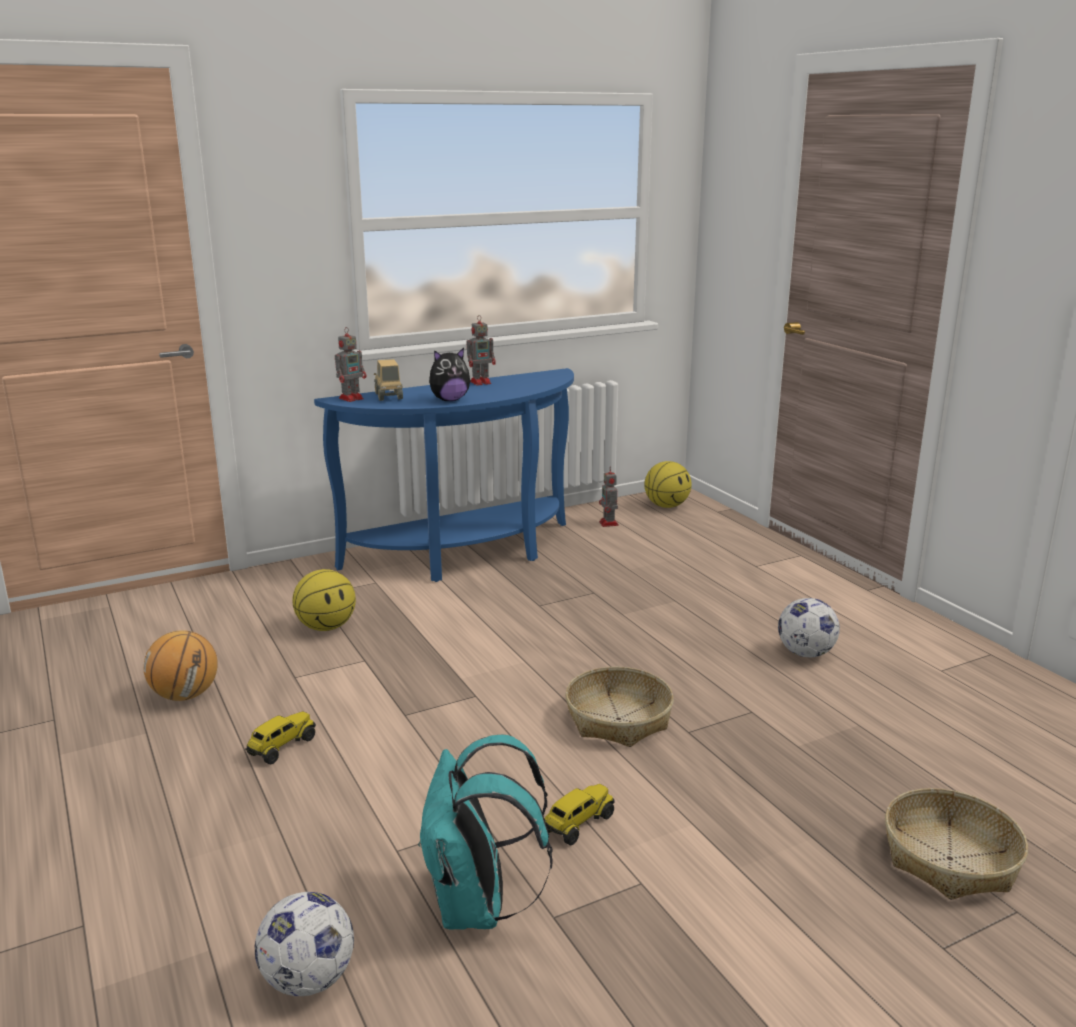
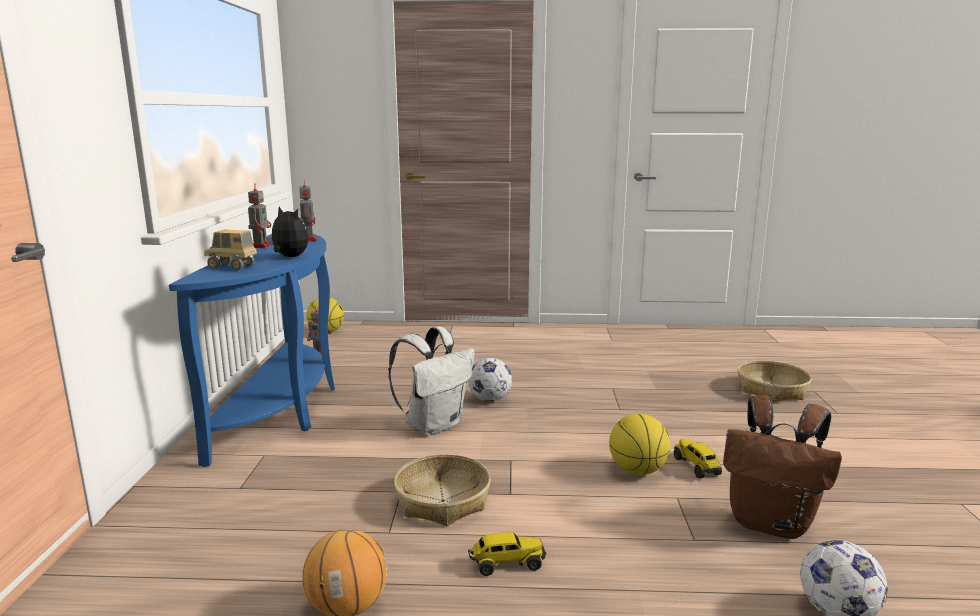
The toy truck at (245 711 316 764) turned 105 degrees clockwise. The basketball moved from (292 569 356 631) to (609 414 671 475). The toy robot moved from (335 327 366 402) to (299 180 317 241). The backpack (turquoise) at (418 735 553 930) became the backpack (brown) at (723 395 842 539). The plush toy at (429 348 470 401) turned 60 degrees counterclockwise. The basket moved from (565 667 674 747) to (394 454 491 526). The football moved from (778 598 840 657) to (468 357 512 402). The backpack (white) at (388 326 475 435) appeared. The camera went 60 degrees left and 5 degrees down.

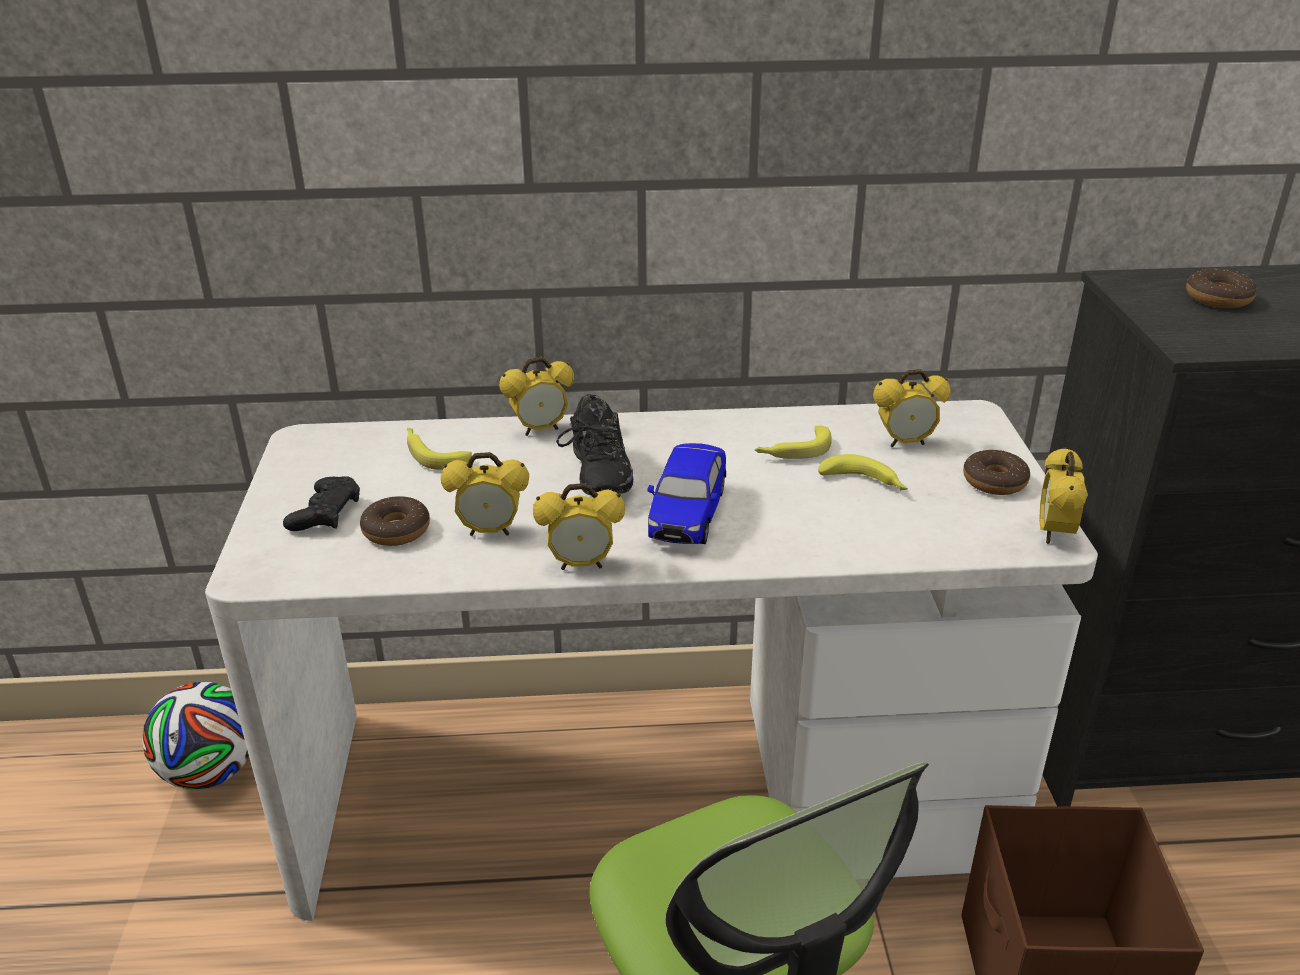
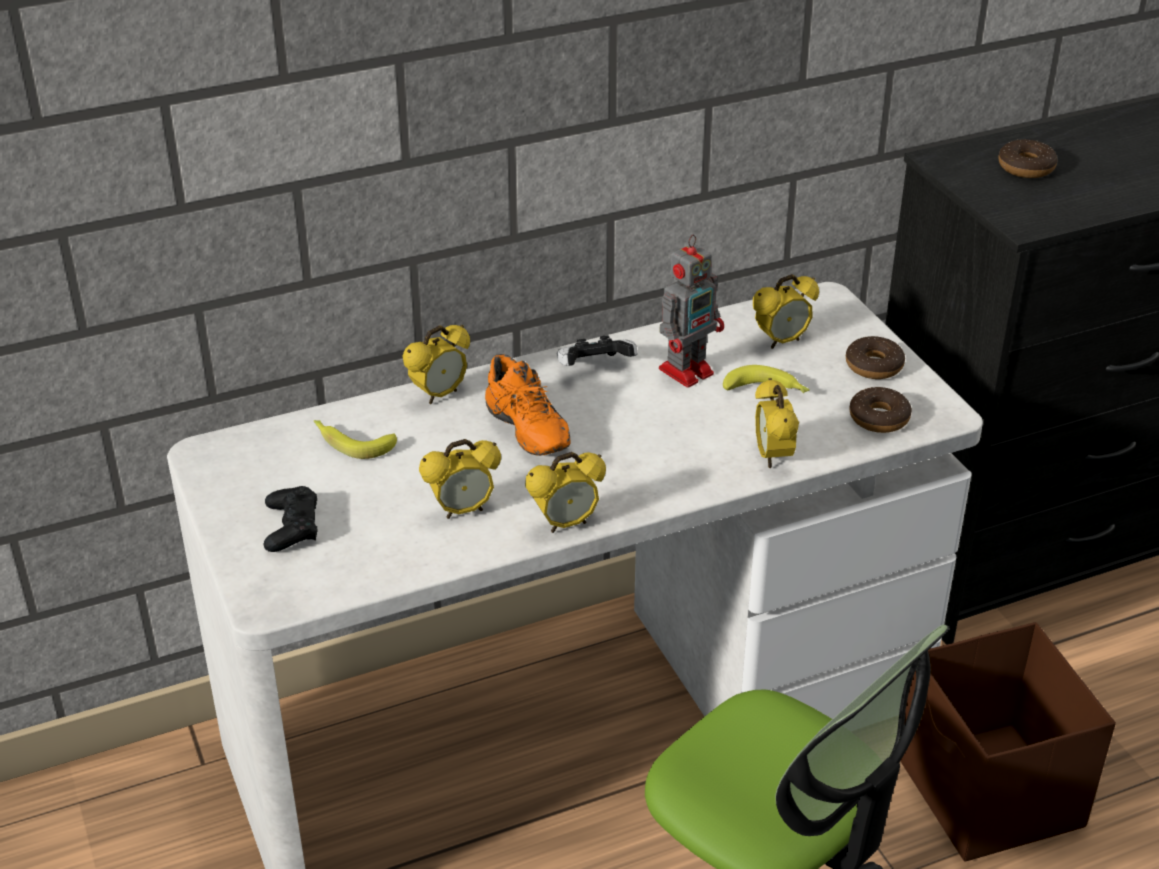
The football at (142 682 249 790) disappeared. The donut moved from (360 496 430 546) to (849 387 912 433). The shoe (black) at (556 394 633 495) became the shoe (orange) at (485 354 571 456). The toy car at (647 443 726 544) disappeared. The banana at (755 426 832 459) was replaced by the toy robot at (659 234 724 388). The alarm clock moved from (1039 447 1088 544) to (755 378 799 468). The game controller at (557 335 637 366) appeared. The camera went 20 degrees left and 5 degrees up.

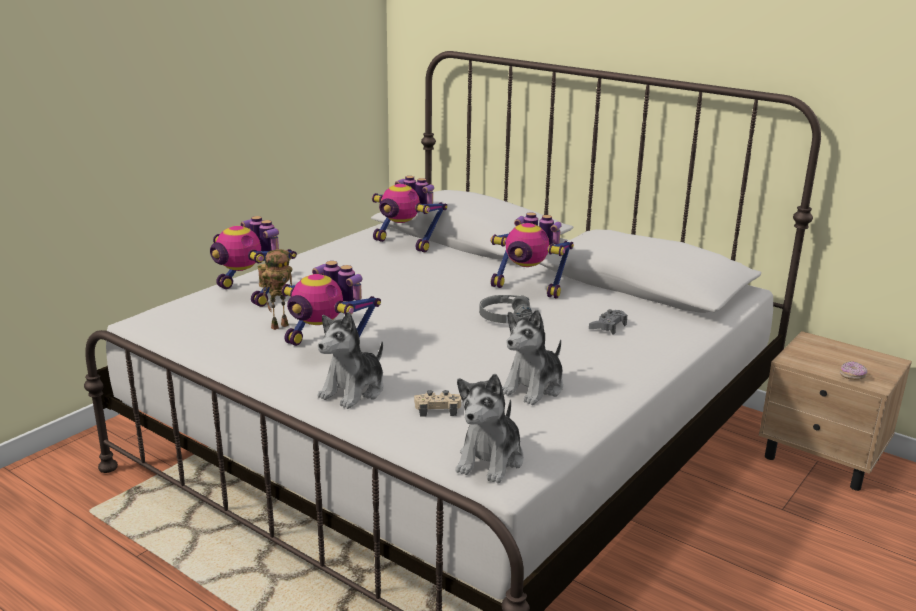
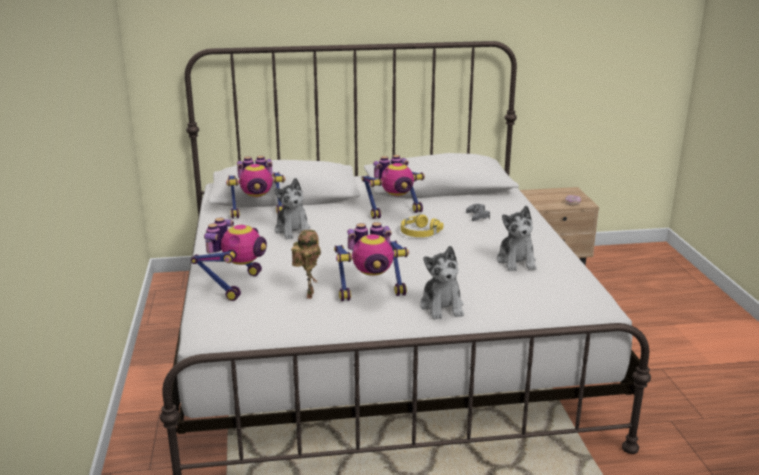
The toy robot at (210 216 297 307) turned 75 degrees counterclockwise. The game controller (beige) at (414 390 461 417) disappeared. The plush toy moved from (455 374 524 483) to (274 178 310 239). The headphones (grey) at (479 295 533 323) became the headphones (yellow) at (401 214 444 237). The camera went 45 degrees left and 0 degrees up.

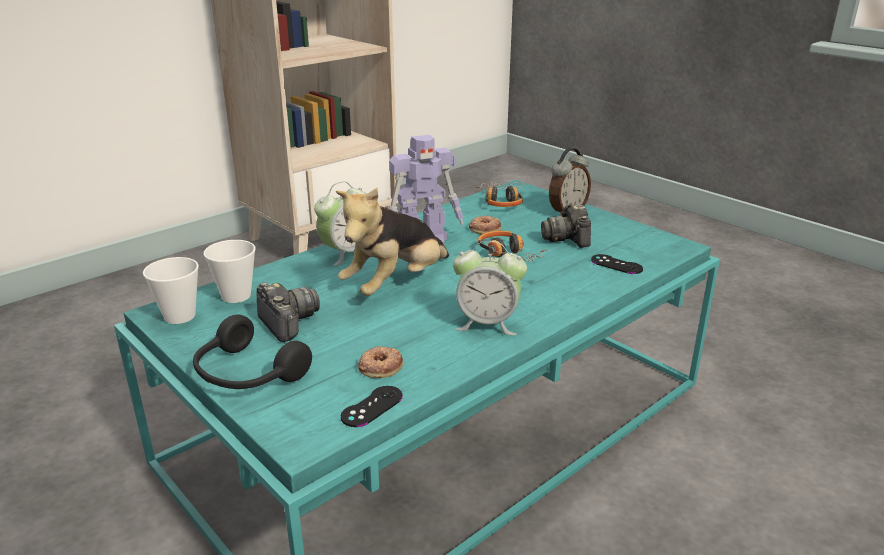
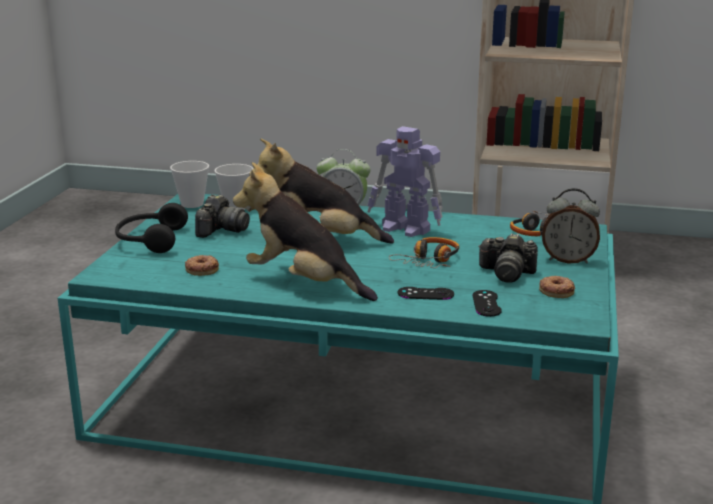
The game controller (black) moved from (341 386 403 427) to (398 287 454 300). The alarm clock at (453 241 527 335) was replaced by the plush toy at (233 162 378 301). The donut moved from (469 215 501 234) to (539 276 575 298). The photo camera at (541 204 591 248) turned 120 degrees counterclockwise. The camera went 55 degrees right and 5 degrees down.

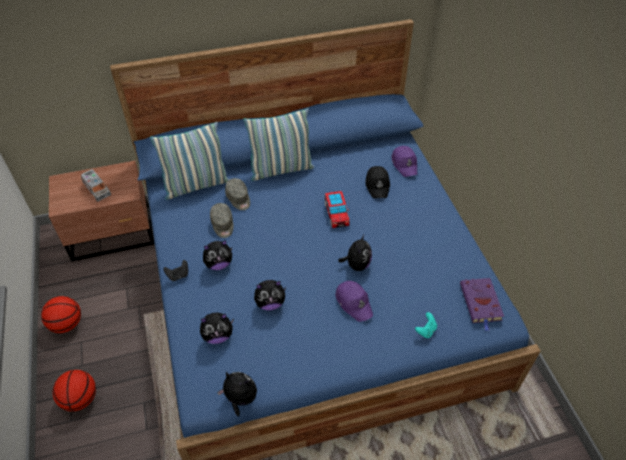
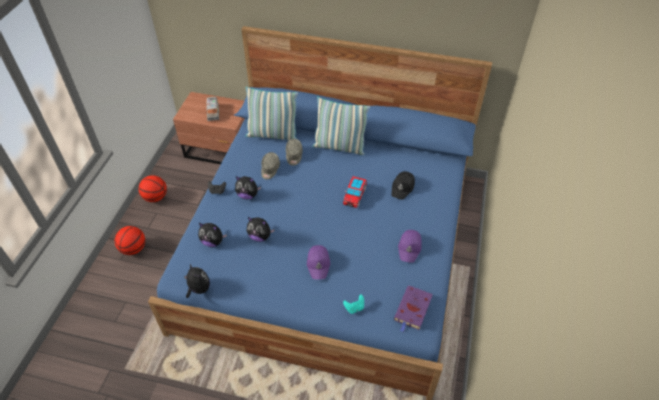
The plush toy at (338 235 372 271) disappeared. The cap (purple) moved from (391 146 417 177) to (398 230 422 263). The camera went 30 degrees right and 0 degrees up.

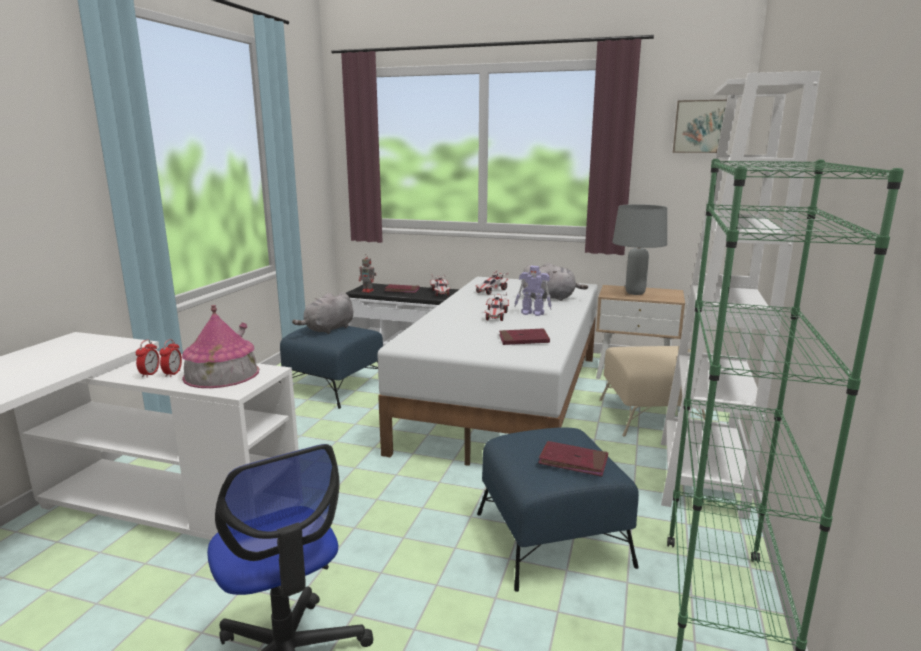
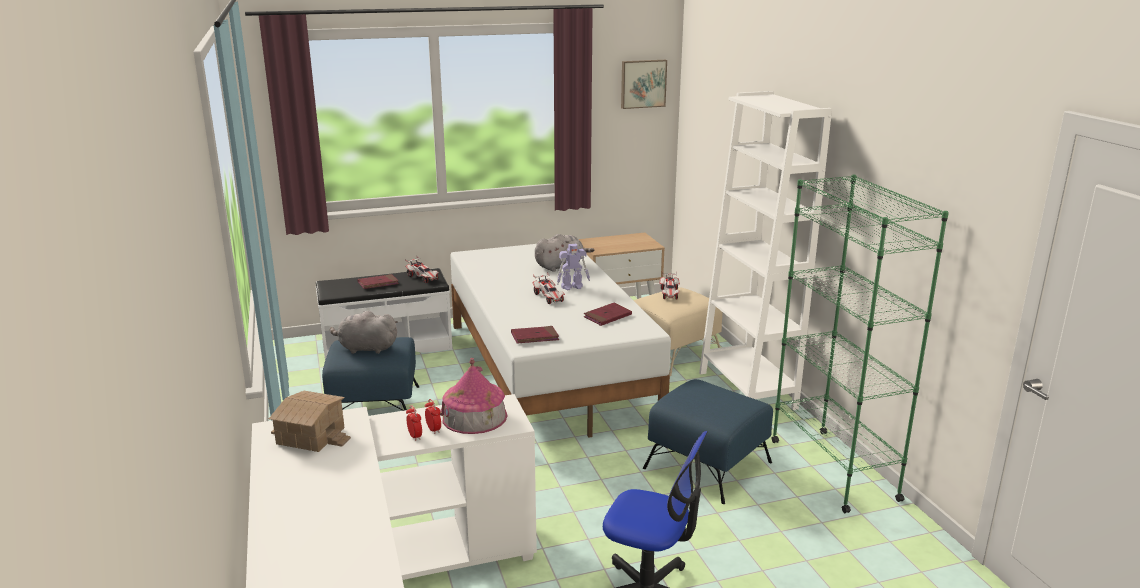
The plush toy (grey) at (292 292 353 334) turned 90 degrees clockwise. The toy robot at (359 255 376 293) disappeared. The toy car moved from (476 271 509 295) to (660 271 680 300). The book (red) moved from (538 441 608 477) to (511 326 559 343). The table lamp (grey) at (612 204 667 295) disappeared. The toy house at (269 391 351 452) appeared. The camera went 35 degrees left and 5 degrees up.

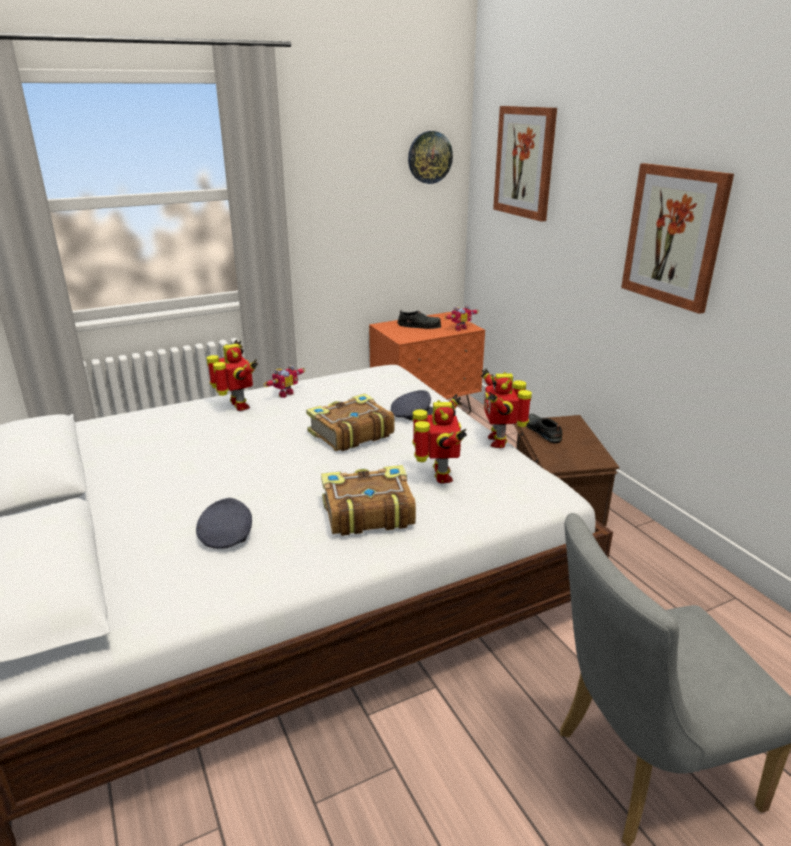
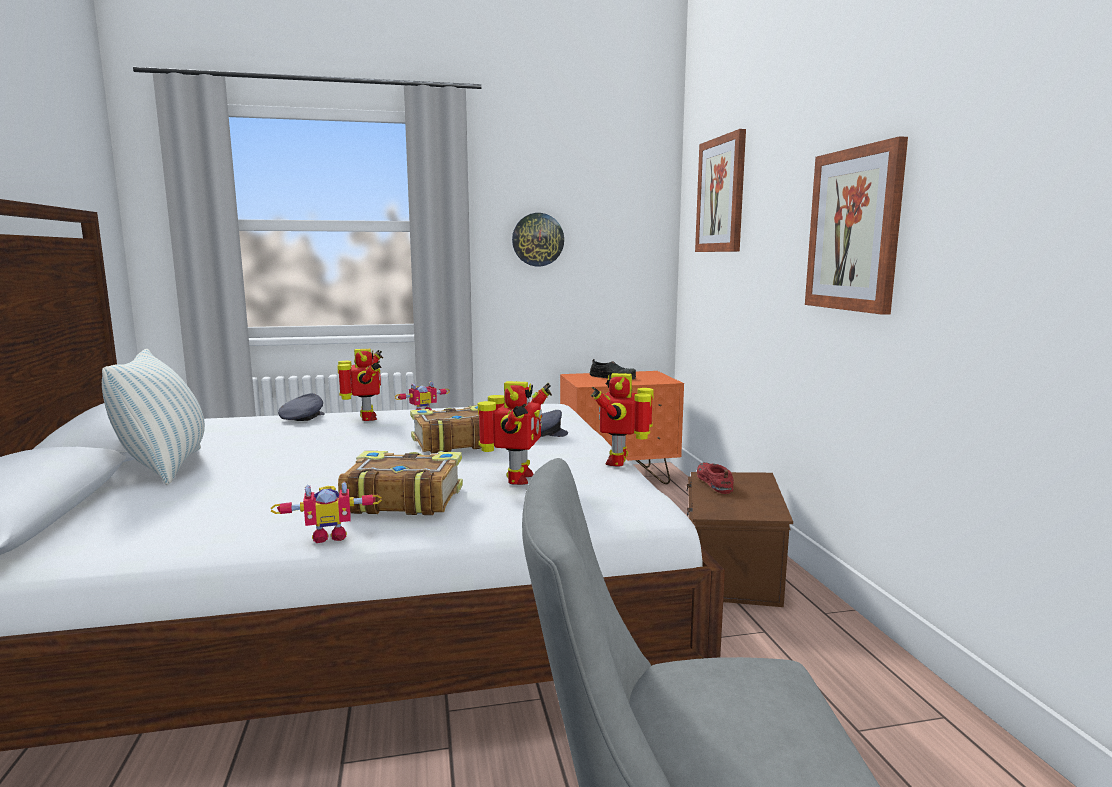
The cap (grey) moved from (196 498 252 549) to (278 393 325 421). The wall clock moved from (408 131 453 184) to (512 213 564 266). The toy robot moved from (444 305 479 331) to (270 481 382 543). The shoe (black) at (526 413 563 444) became the shoe (red) at (697 462 734 494). The pillow at (102 349 205 485) appeared. The camera went 15 degrees right and 15 degrees down.

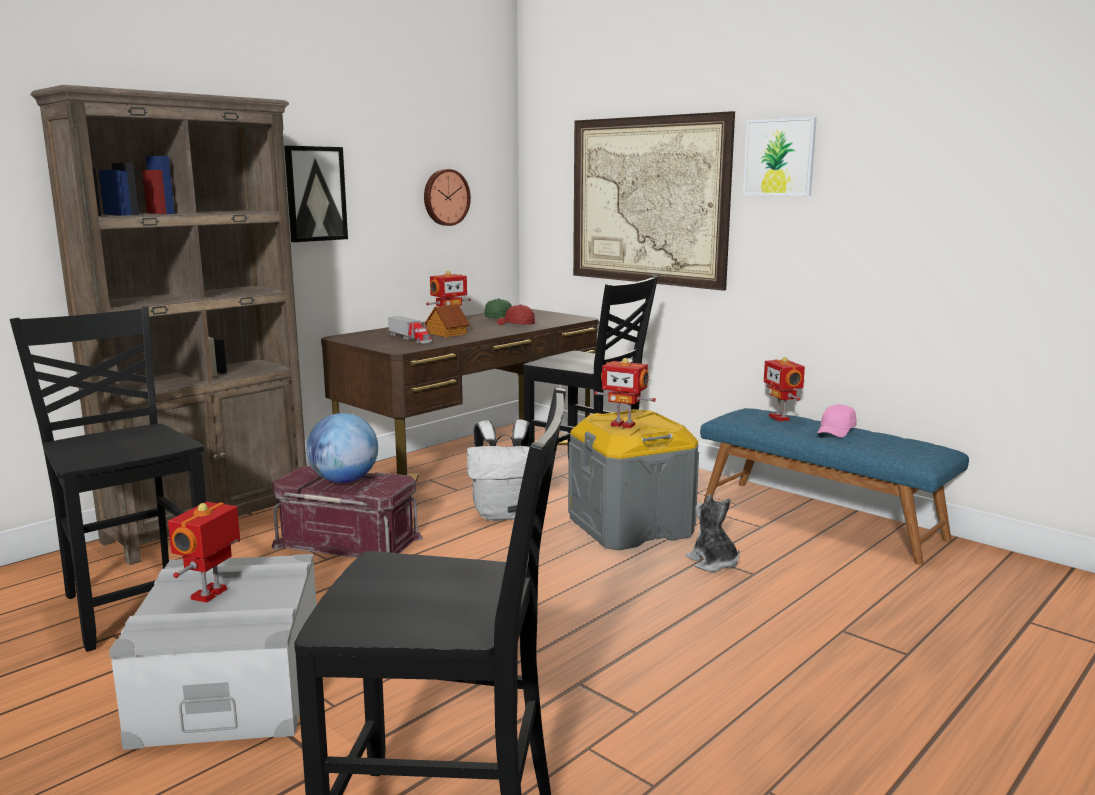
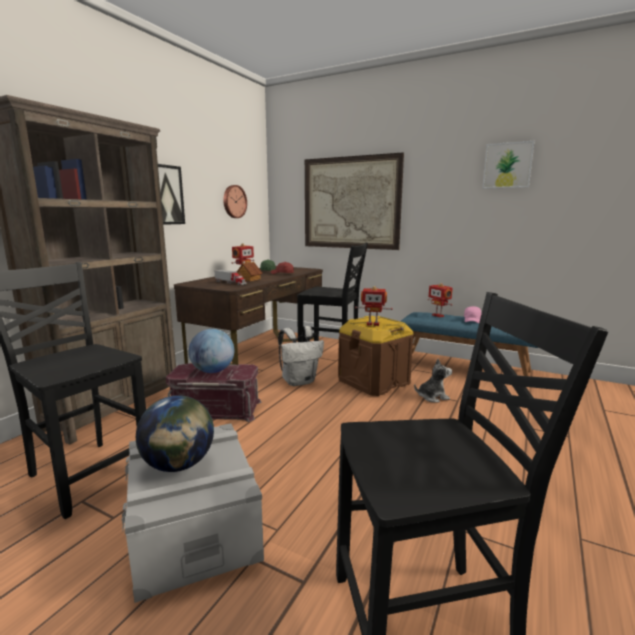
The toy robot at (168 502 240 603) was replaced by the globe at (136 395 214 472). The storage box (grey) at (568 409 699 550) became the storage box (brown) at (338 316 414 396). The plush toy at (686 494 740 572) turned 120 degrees clockwise. The picture moved from (743 117 817 196) to (482 141 535 189). The camera went 15 degrees left and 0 degrees up.

